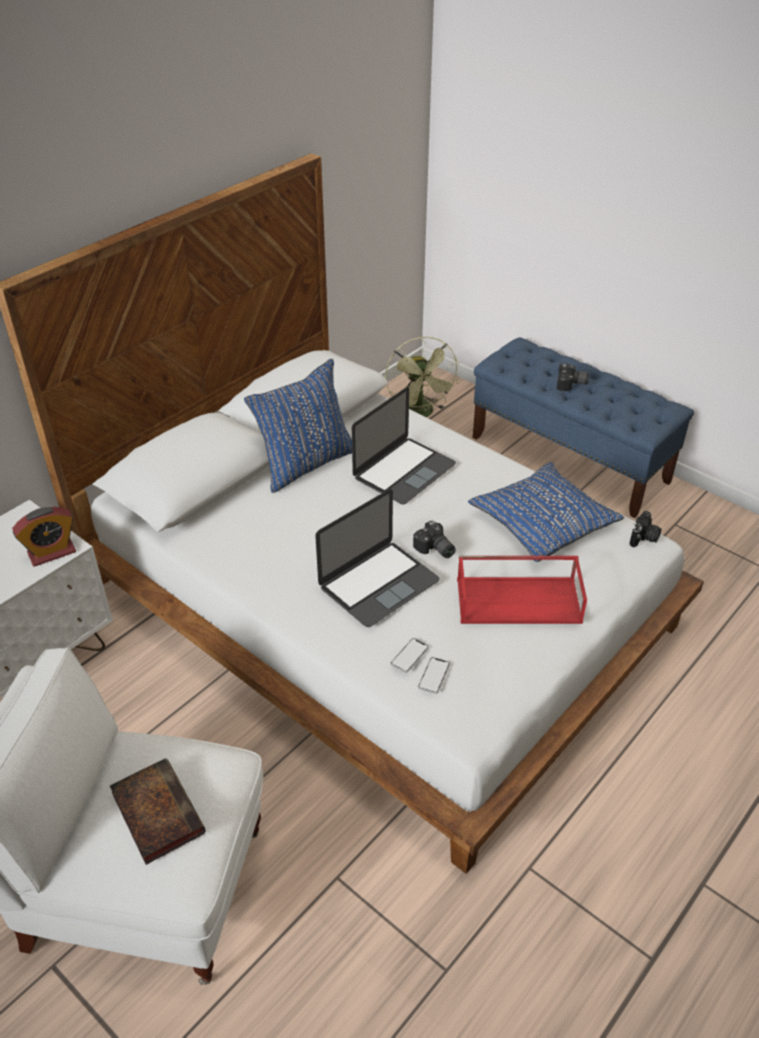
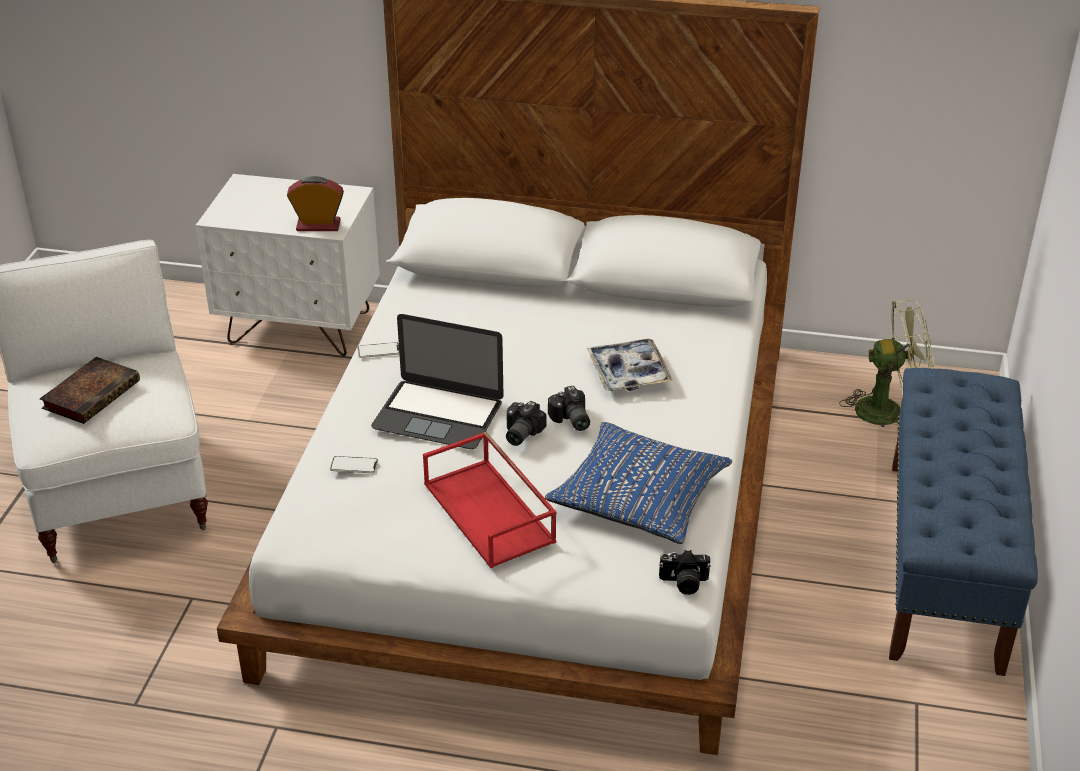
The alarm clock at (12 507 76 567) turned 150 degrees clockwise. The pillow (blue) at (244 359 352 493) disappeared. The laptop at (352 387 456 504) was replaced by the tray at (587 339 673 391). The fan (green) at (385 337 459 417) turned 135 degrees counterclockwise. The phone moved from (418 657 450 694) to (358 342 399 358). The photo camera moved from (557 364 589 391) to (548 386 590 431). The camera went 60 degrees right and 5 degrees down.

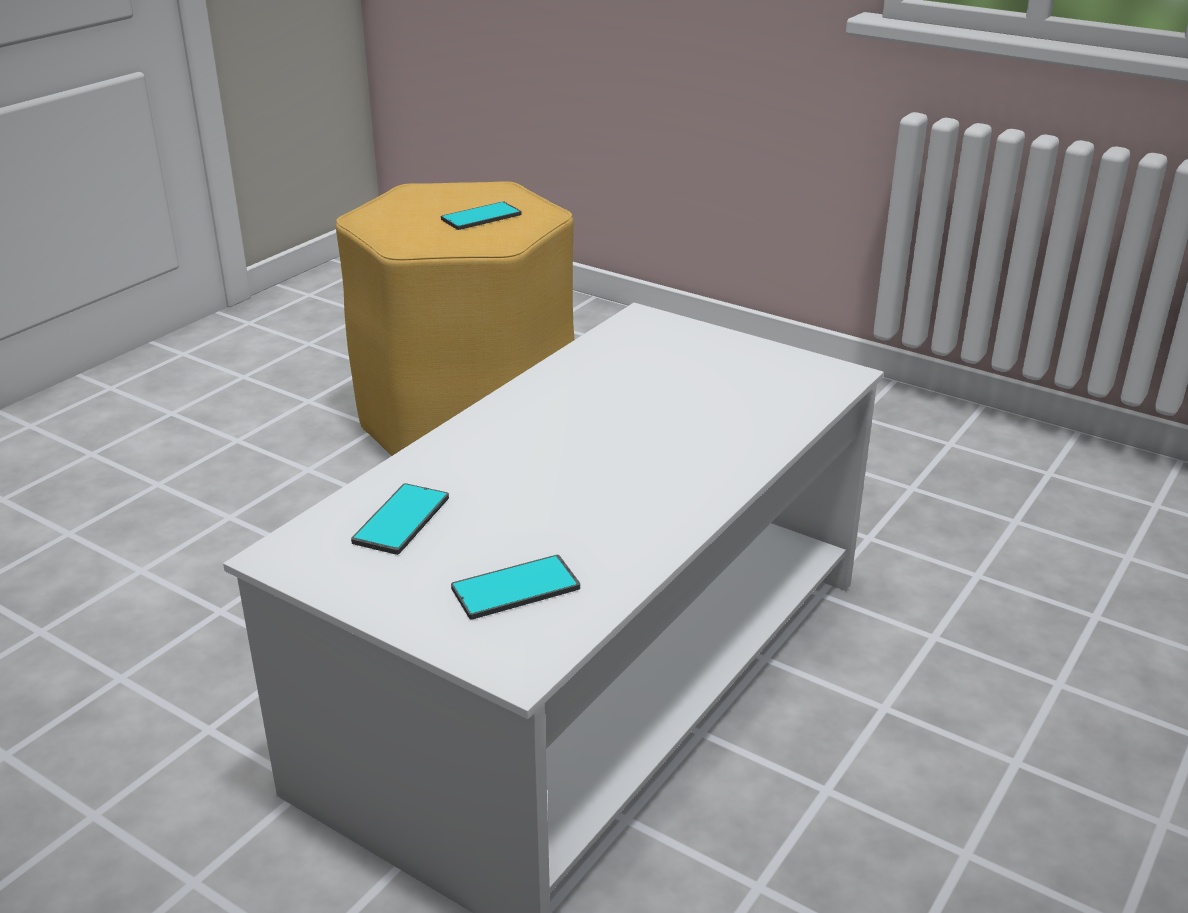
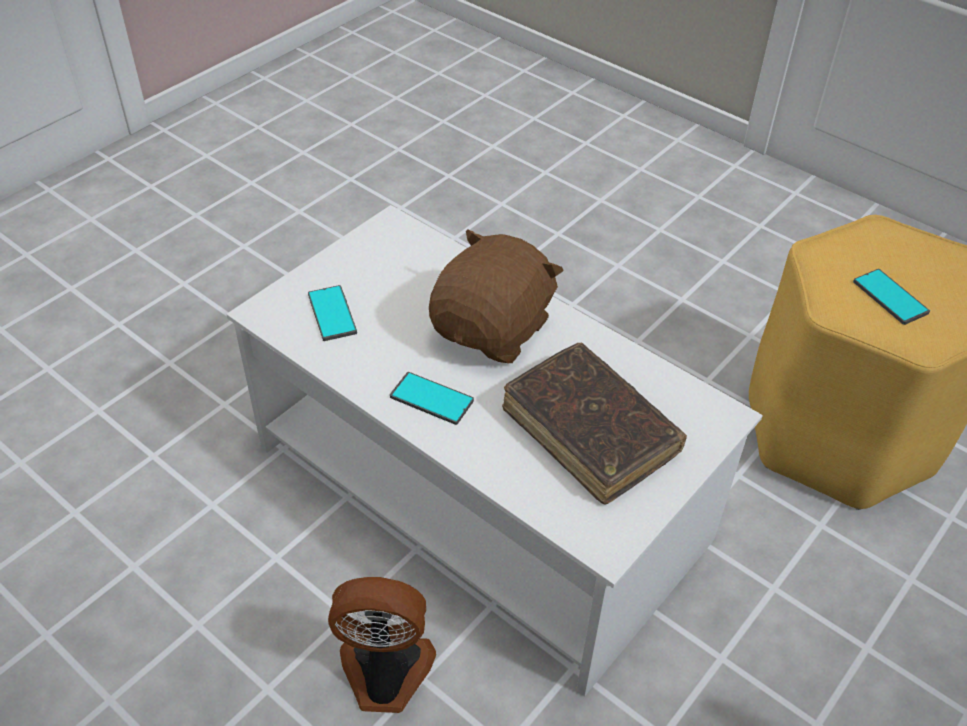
The phone moved from (351 483 449 555) to (390 372 474 425). The fan at (328 577 436 713) appeared. The plush toy (brown) at (429 229 564 363) appeared. The book (brown) at (502 343 687 504) appeared. The camera went 95 degrees right and 15 degrees up.

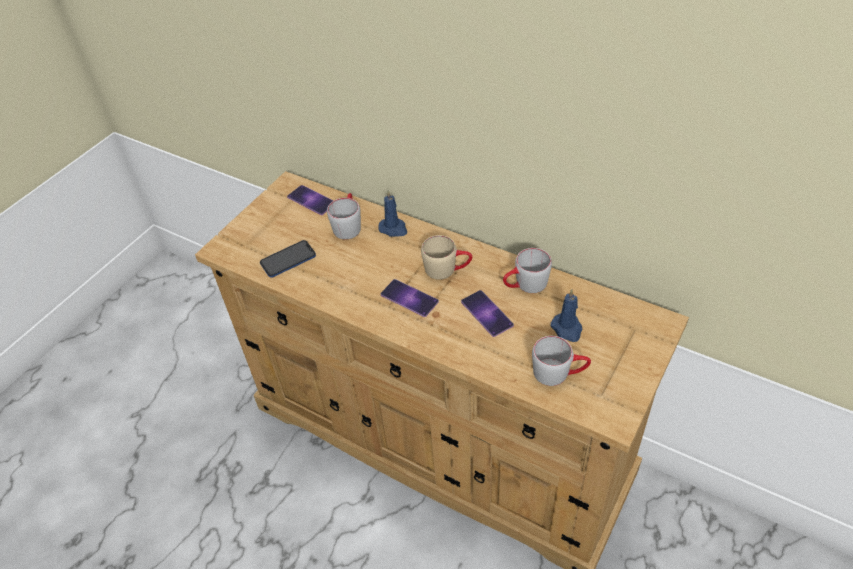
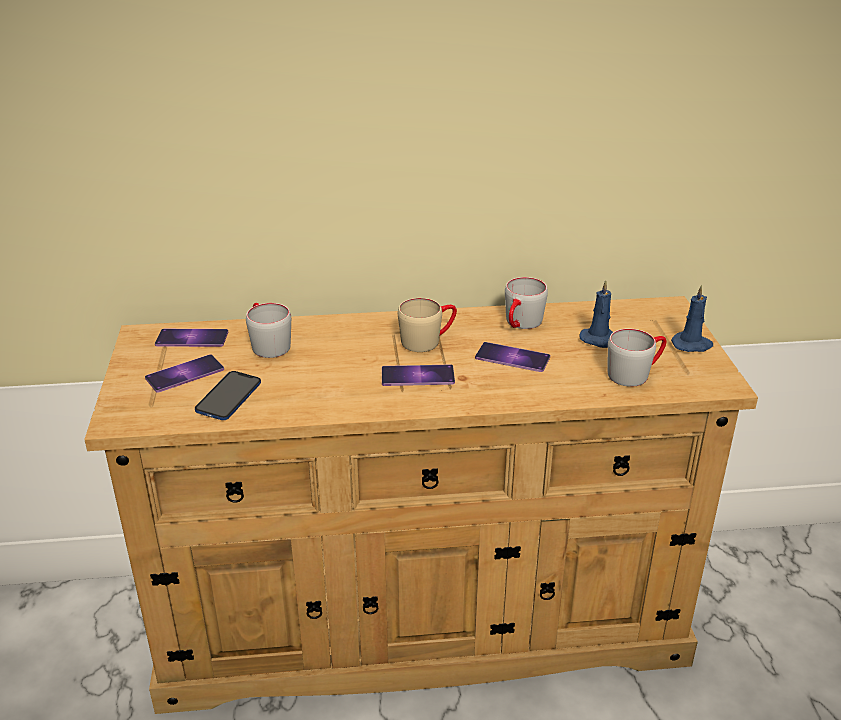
The candle (blue) moved from (378 190 407 237) to (671 285 713 352). The phone at (145 354 224 393) appeared. The camera went 40 degrees left and 15 degrees down.

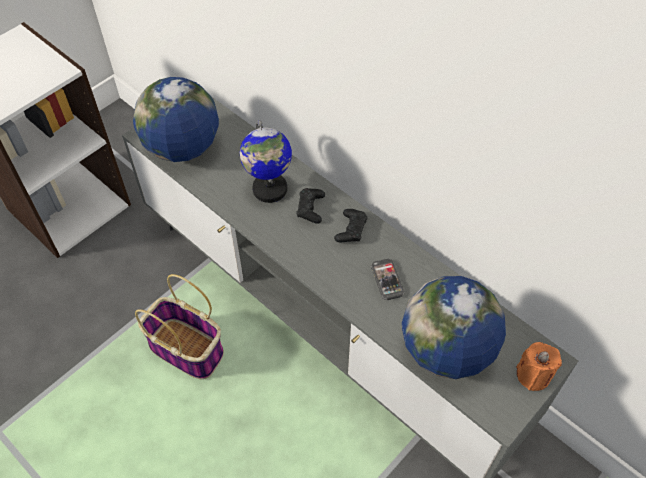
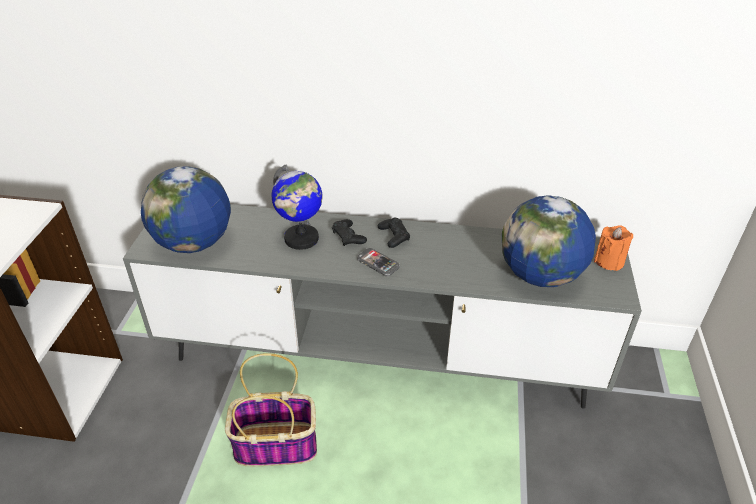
The phone moved from (371 259 405 300) to (357 248 400 276). The camera went 35 degrees left and 15 degrees down.

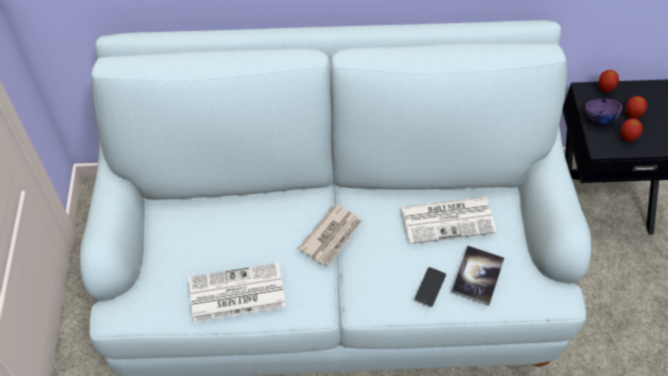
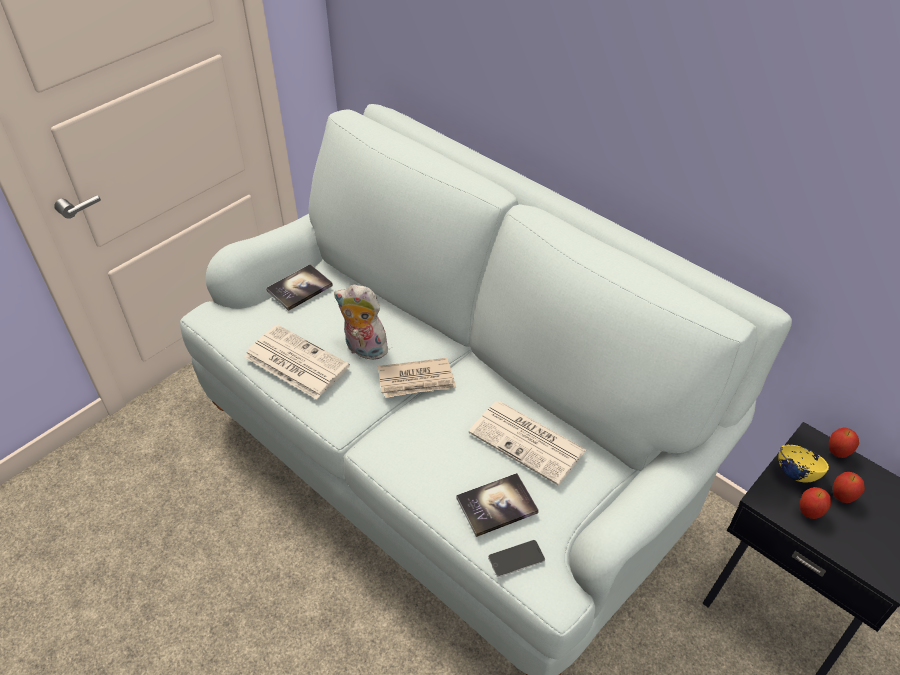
The phone moved from (414 267 446 307) to (488 540 545 577). The bowl (purple) at (585 98 622 124) became the bowl (yellow) at (778 445 829 482). The book at (266 264 333 311) appeared. The plush toy at (334 284 393 360) appeared. The camera went 45 degrees right and 10 degrees down.

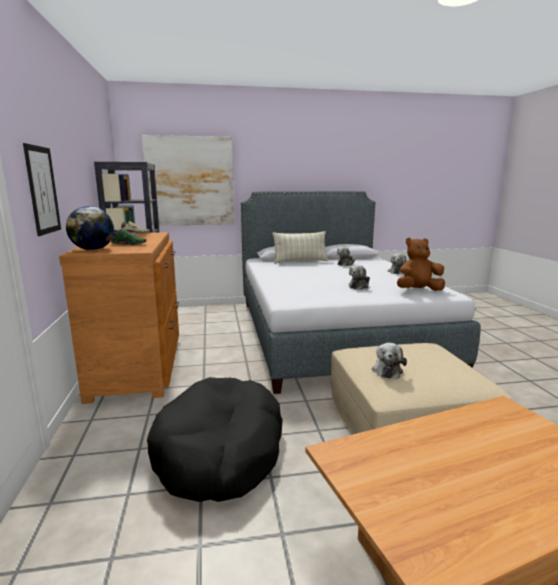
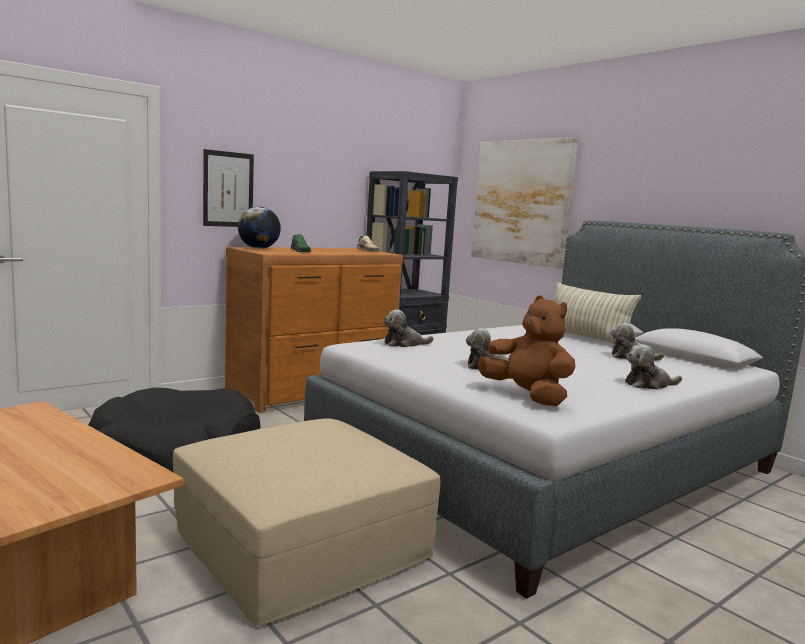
The plush toy moved from (372 343 407 379) to (383 310 434 347). The camera went 60 degrees right and 5 degrees down.

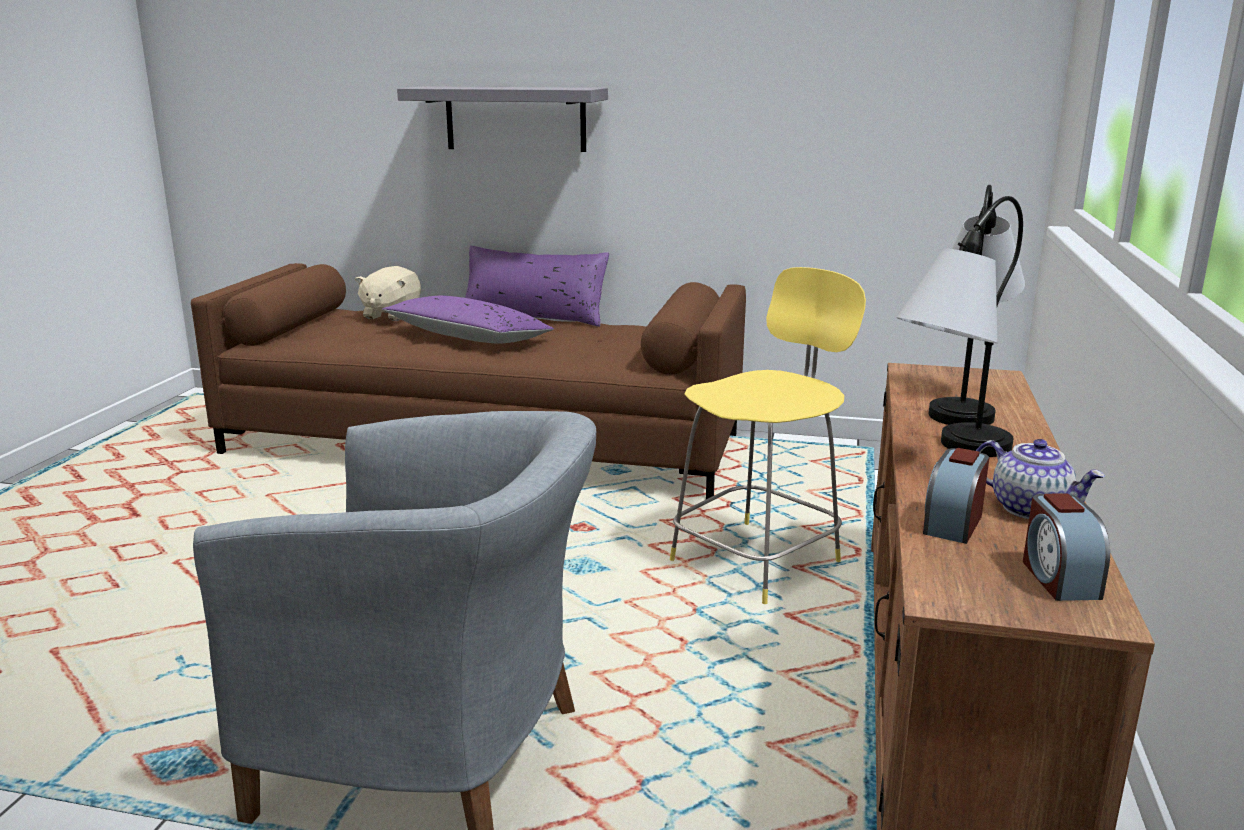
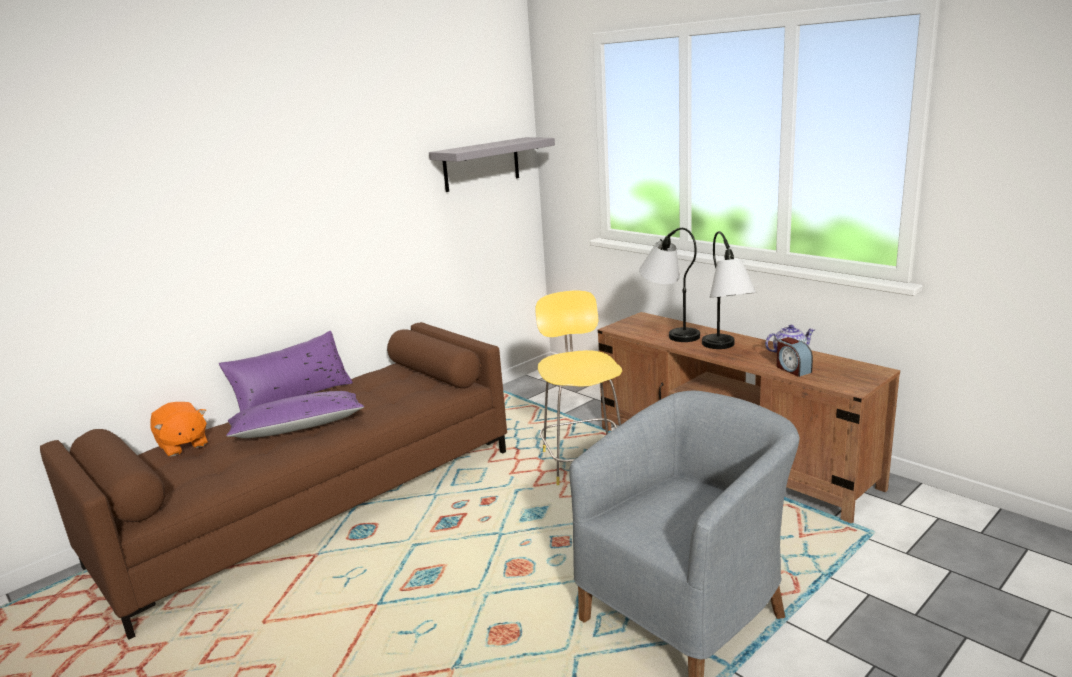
The plush toy (beige) at (355 266 421 321) became the plush toy (orange) at (150 402 208 456). The shelf (grey) moved from (397 86 608 152) to (429 137 555 192). The alarm clock at (1023 493 1110 601) disappeared. The camera went 55 degrees left and 0 degrees up.

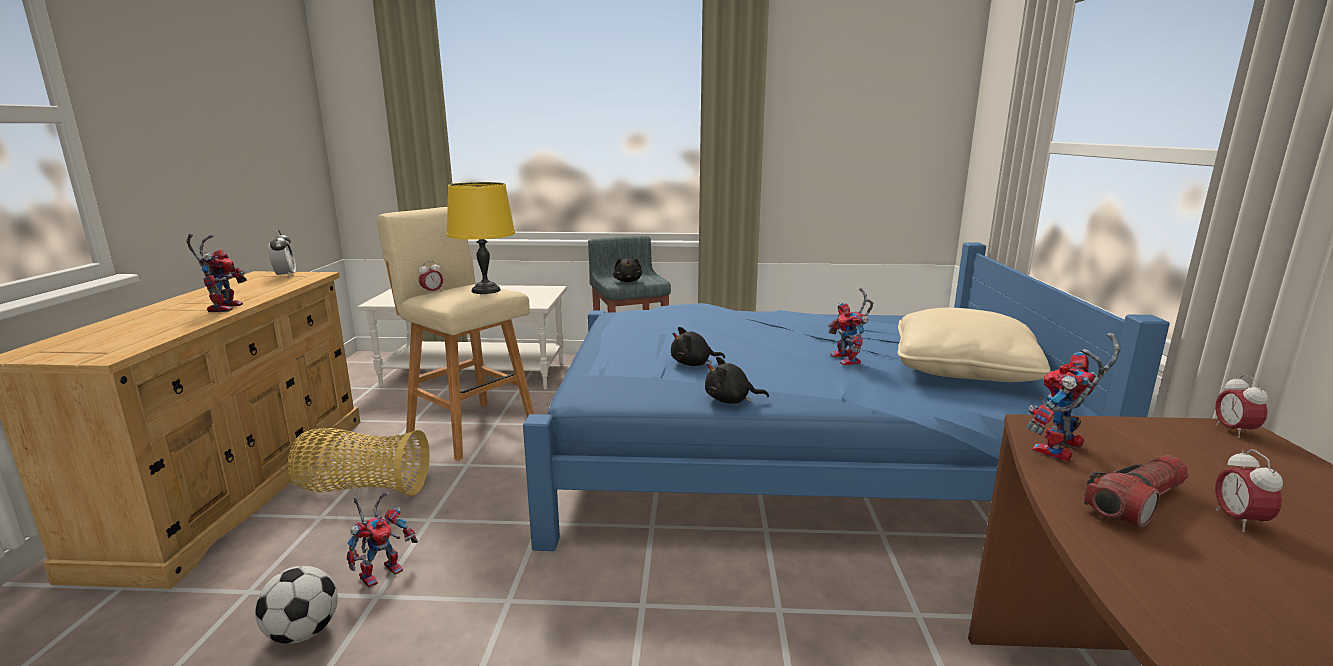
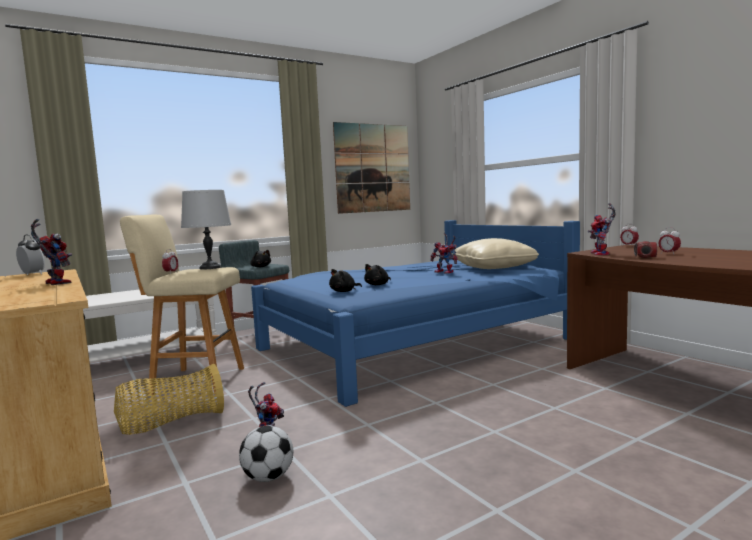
The table lamp (yellow) at (447 182 515 294) became the table lamp (grey) at (181 190 231 269). The plush toy (black) moved from (705 357 769 404) to (329 269 362 292). The picture at (333 122 410 214) appeared. The camera went 35 degrees left and 10 degrees down.

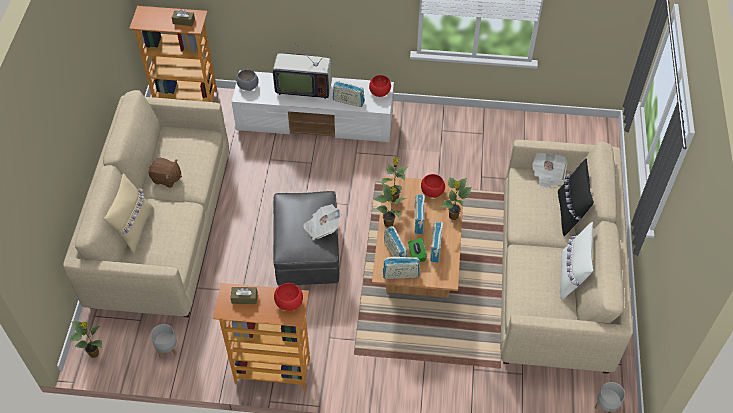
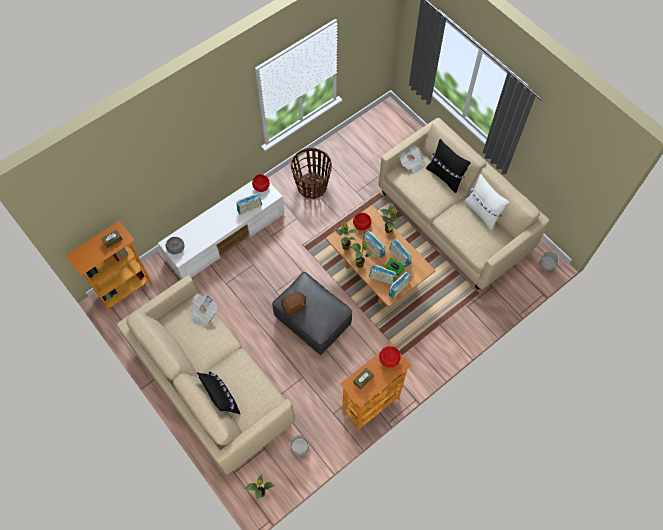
The pillow (beige) at (104 173 153 253) became the pillow (black) at (197 372 240 414). The plush toy (brown) moved from (149 158 182 188) to (281 289 307 315). The television at (273 43 332 99) disappeared. The newspaper moved from (303 204 342 240) to (190 295 218 327). The basket at (291 148 332 199) appeared. The camera went 45 degrees left and 10 degrees up.

